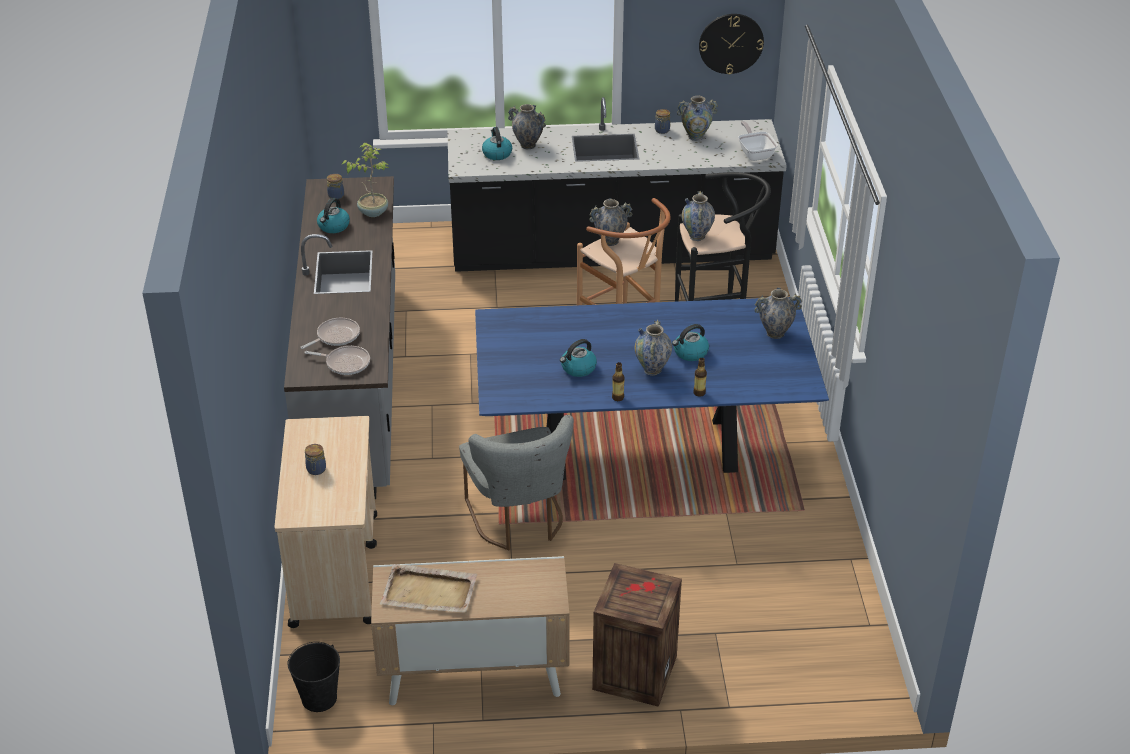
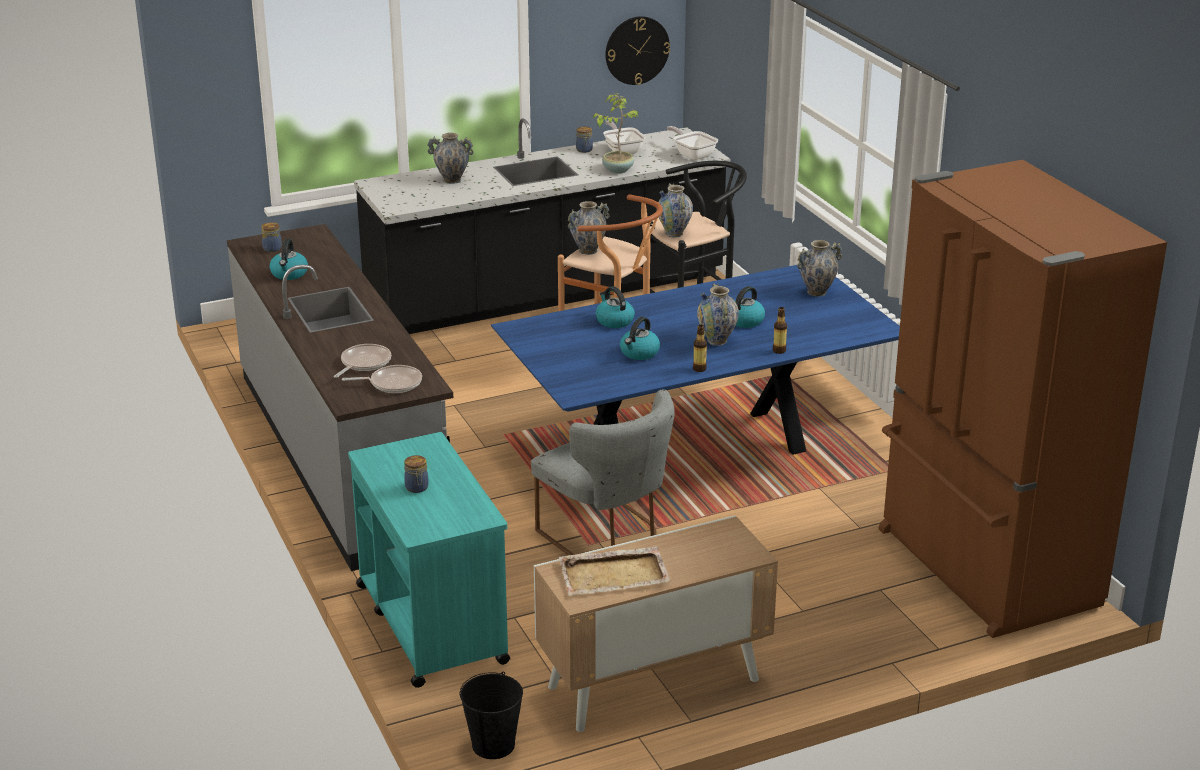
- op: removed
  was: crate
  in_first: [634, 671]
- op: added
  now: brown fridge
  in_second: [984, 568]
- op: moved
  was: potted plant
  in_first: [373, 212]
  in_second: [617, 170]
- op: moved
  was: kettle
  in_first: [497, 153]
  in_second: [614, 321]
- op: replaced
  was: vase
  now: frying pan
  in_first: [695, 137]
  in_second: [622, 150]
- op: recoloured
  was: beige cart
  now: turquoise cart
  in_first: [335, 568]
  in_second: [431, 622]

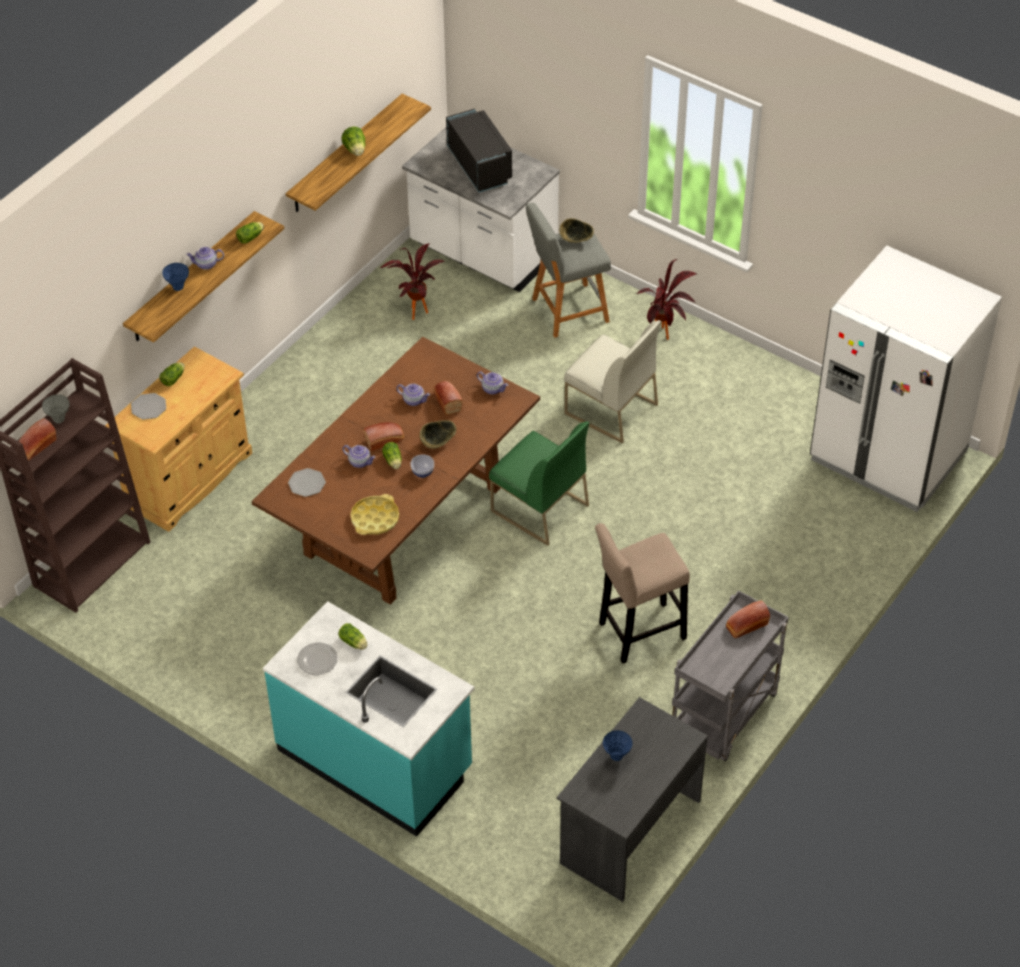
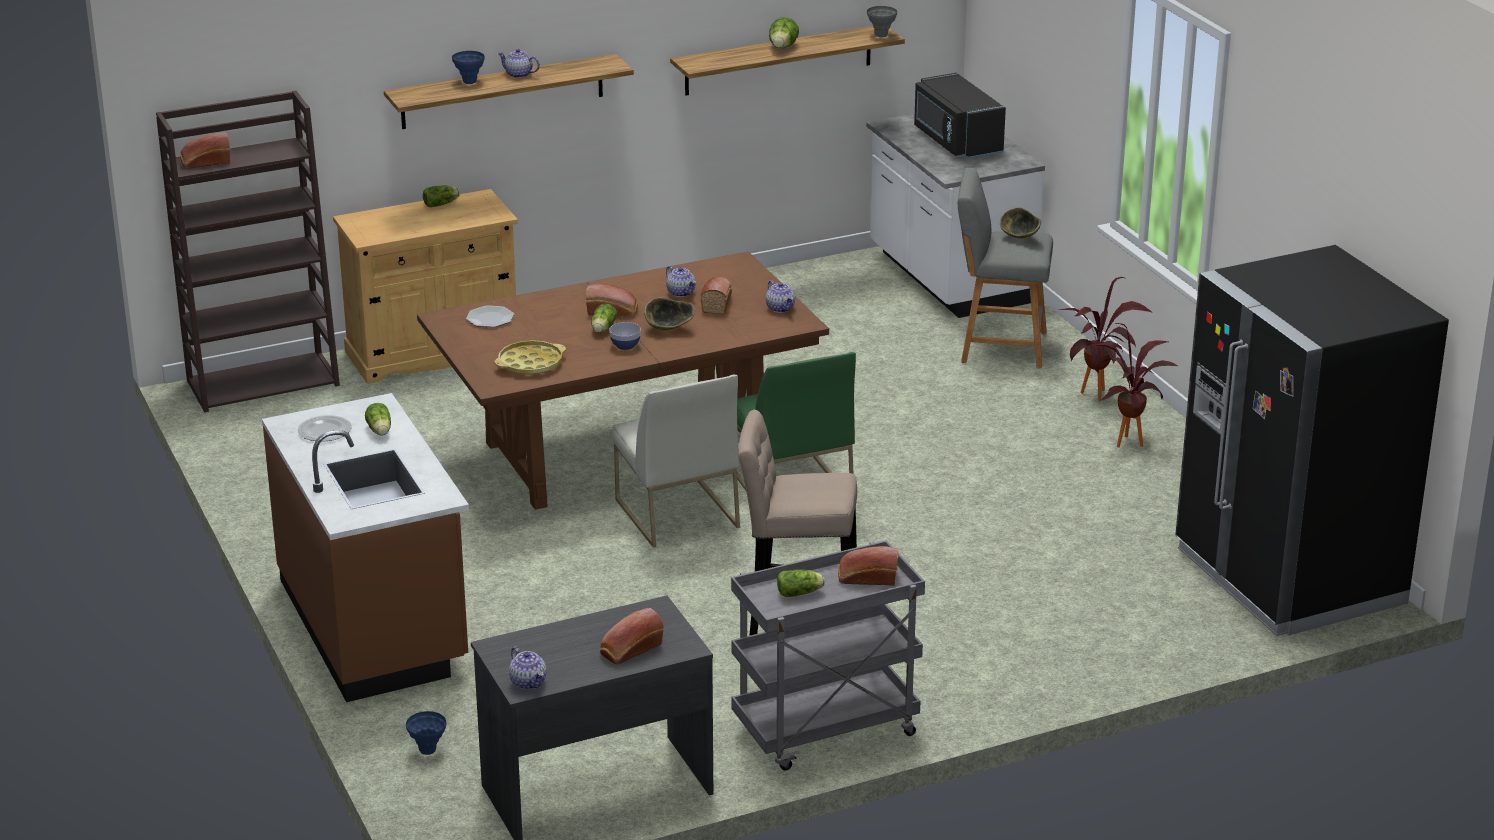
- op: removed
  was: plate
  in_first: [148, 407]
- op: added
  now: bread
  in_second: [630, 650]
- op: moved
  was: grey vase
  in_first: [59, 420]
  in_second: [881, 35]
- op: moved
  was: lettuce
  in_first: [251, 237]
  in_second: [801, 593]
- op: moved
  was: teapot
  in_first: [360, 462]
  in_second: [529, 682]
- op: moved
  was: potted plant
  in_first: [413, 310]
  in_second: [1125, 439]
- op: moved
  was: white chair
  in_first: [610, 409]
  in_second: [675, 513]
- op: moved
  was: blue vase
  in_first: [616, 756]
  in_second: [428, 750]
- op: recoloured
  was: turquoise counter
  now: brown counter
  in_first: [375, 759]
  in_second: [375, 624]
- op: recoloured
  was: white fridge
  now: black fridge
  in_first: [888, 456]
  in_second: [1288, 577]
- op: turned
  was: black microwave
  in_first: [481, 165]
  in_second: [955, 141]
  clockwise: 150

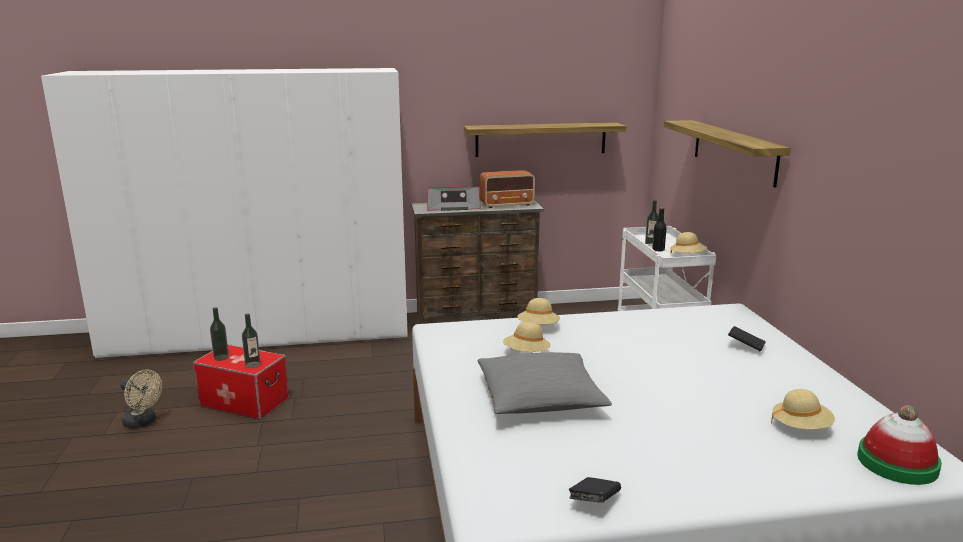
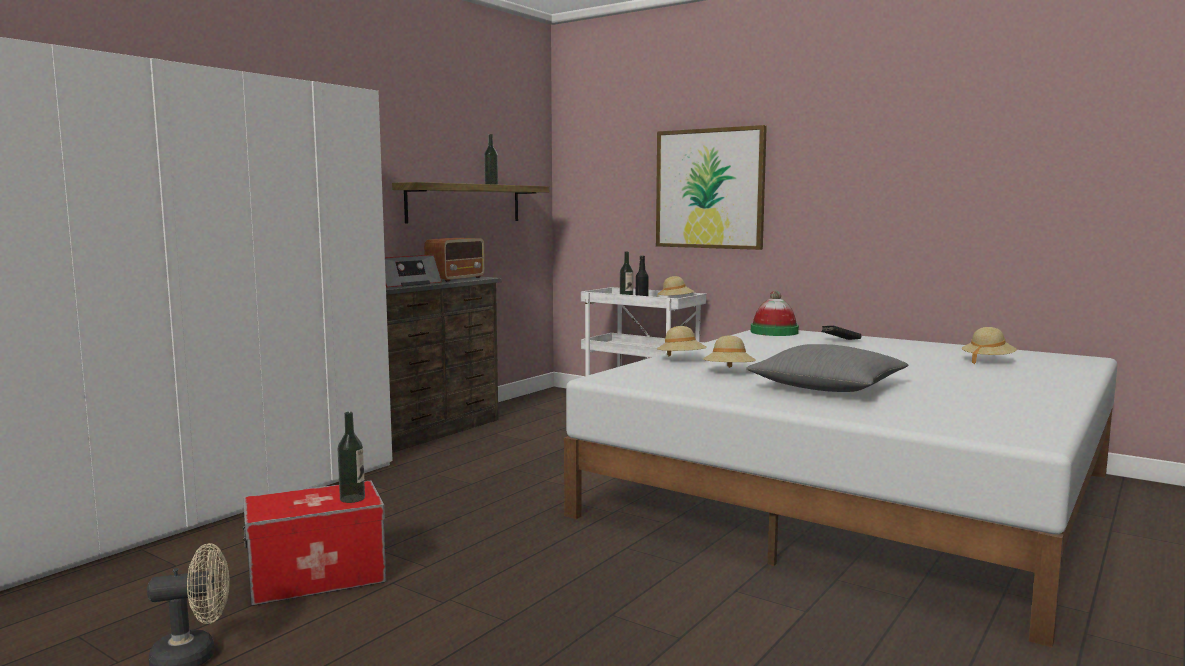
- op: removed
  was: black book
  in_first: [594, 502]
- op: moved
  was: bottle
  in_first: [221, 357]
  in_second: [491, 184]
- op: moved
  was: hat
  in_first: [897, 463]
  in_second: [774, 332]
- op: replaced
  was: shelf
  now: picture
  in_first: [734, 151]
  in_second: [709, 188]

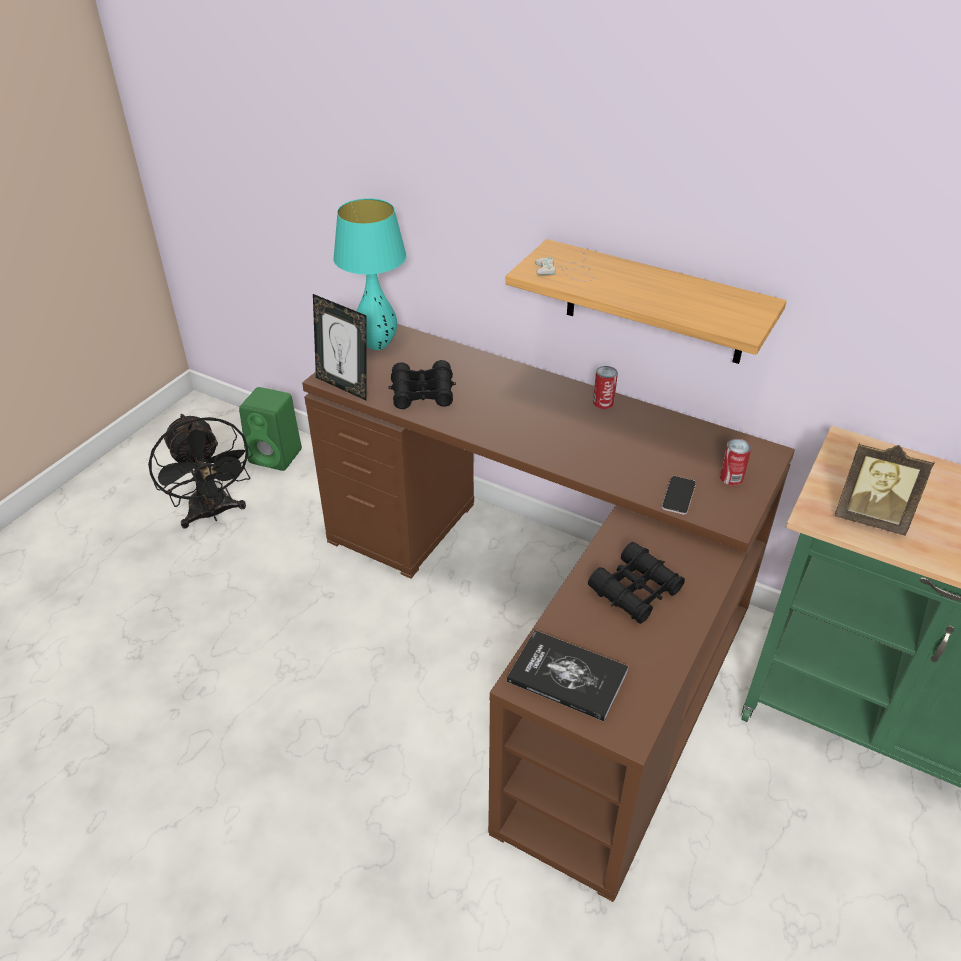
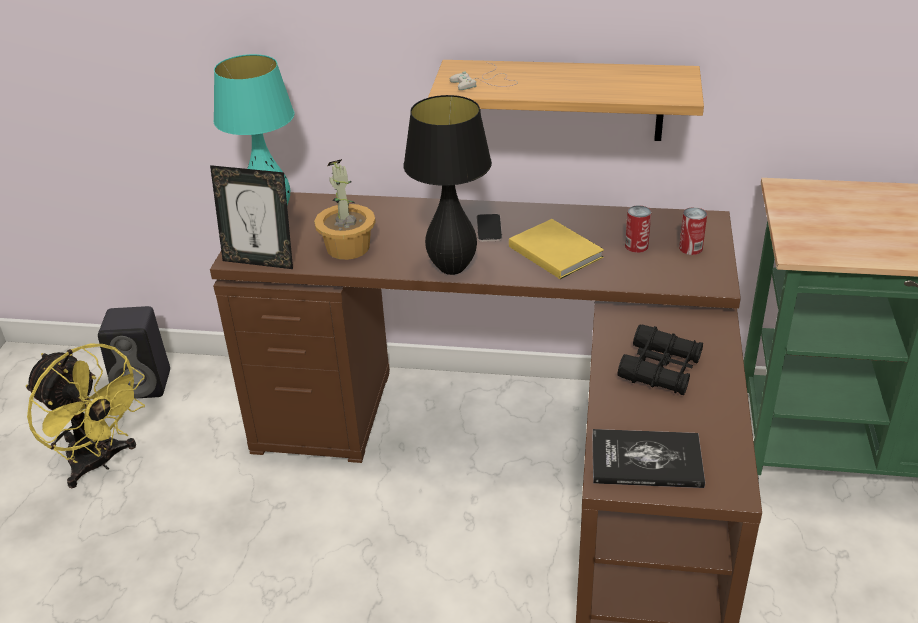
- op: removed
  was: picture frame
  in_first: [870, 518]
- op: added
  now: black table lamp
  in_second: [452, 268]
- op: added
  now: yellow book
  in_second: [555, 250]
- op: moved
  was: can
  in_first: [603, 402]
  in_second: [636, 246]
- op: moved
  was: phone
  in_first: [678, 495]
  in_second: [489, 228]
- op: replaced
  was: black binoculars
  now: potted plant
  in_first: [422, 393]
  in_second: [348, 248]
- op: recoloured
  was: black fan
  now: yellow fan
  in_first: [213, 513]
  in_second: [100, 463]
- op: recoloured
  was: green speaker
  now: black speaker
  in_first: [277, 456]
  in_second: [145, 384]

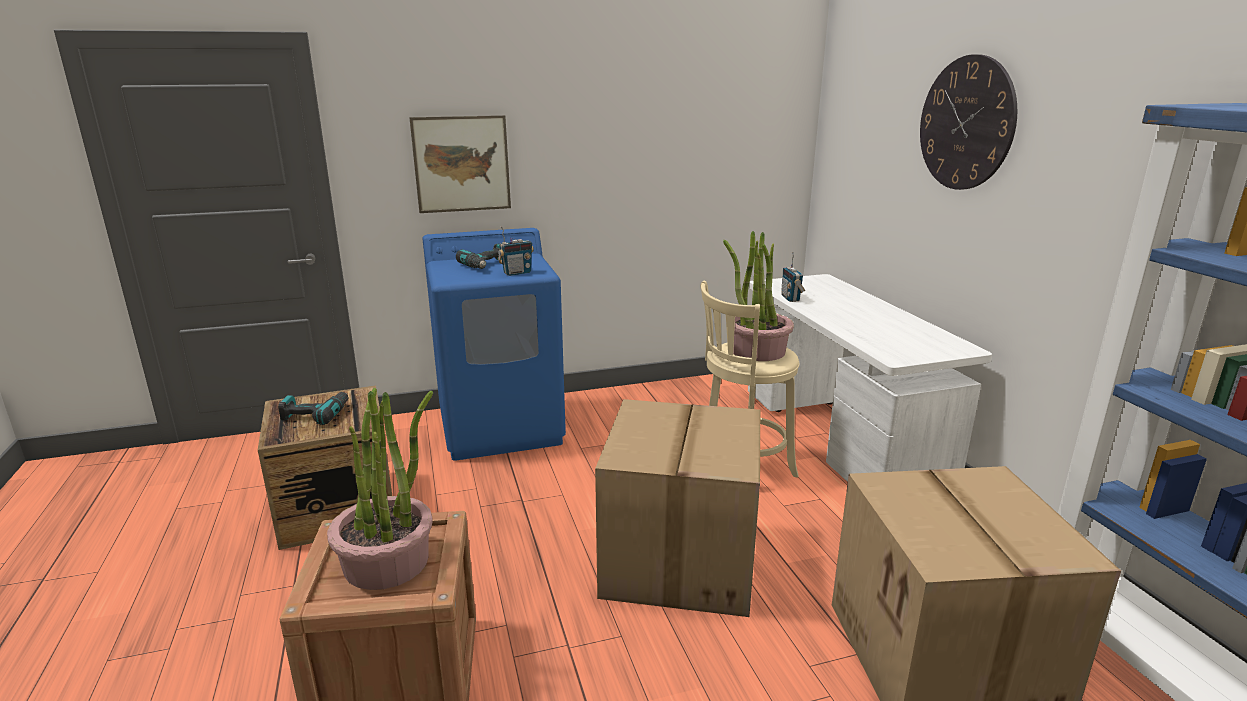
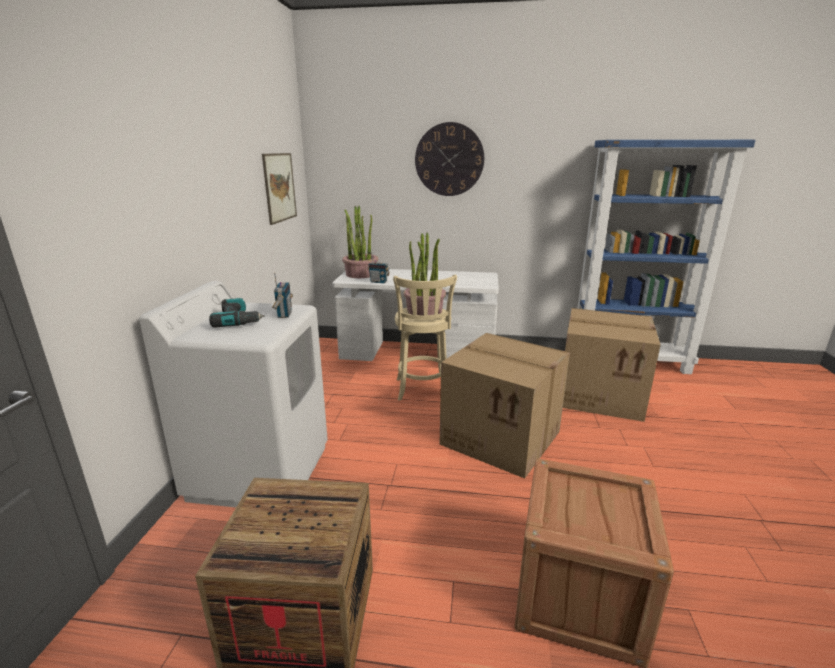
- op: removed
  was: power drill
  in_first: [315, 414]
- op: moved
  was: potted plant
  in_first: [387, 562]
  in_second: [360, 274]
- op: moved
  was: picture
  in_first: [462, 164]
  in_second: [279, 187]
- op: recoloured
  was: blue washing machine
  now: white washing machine
  in_first: [501, 427]
  in_second: [261, 471]

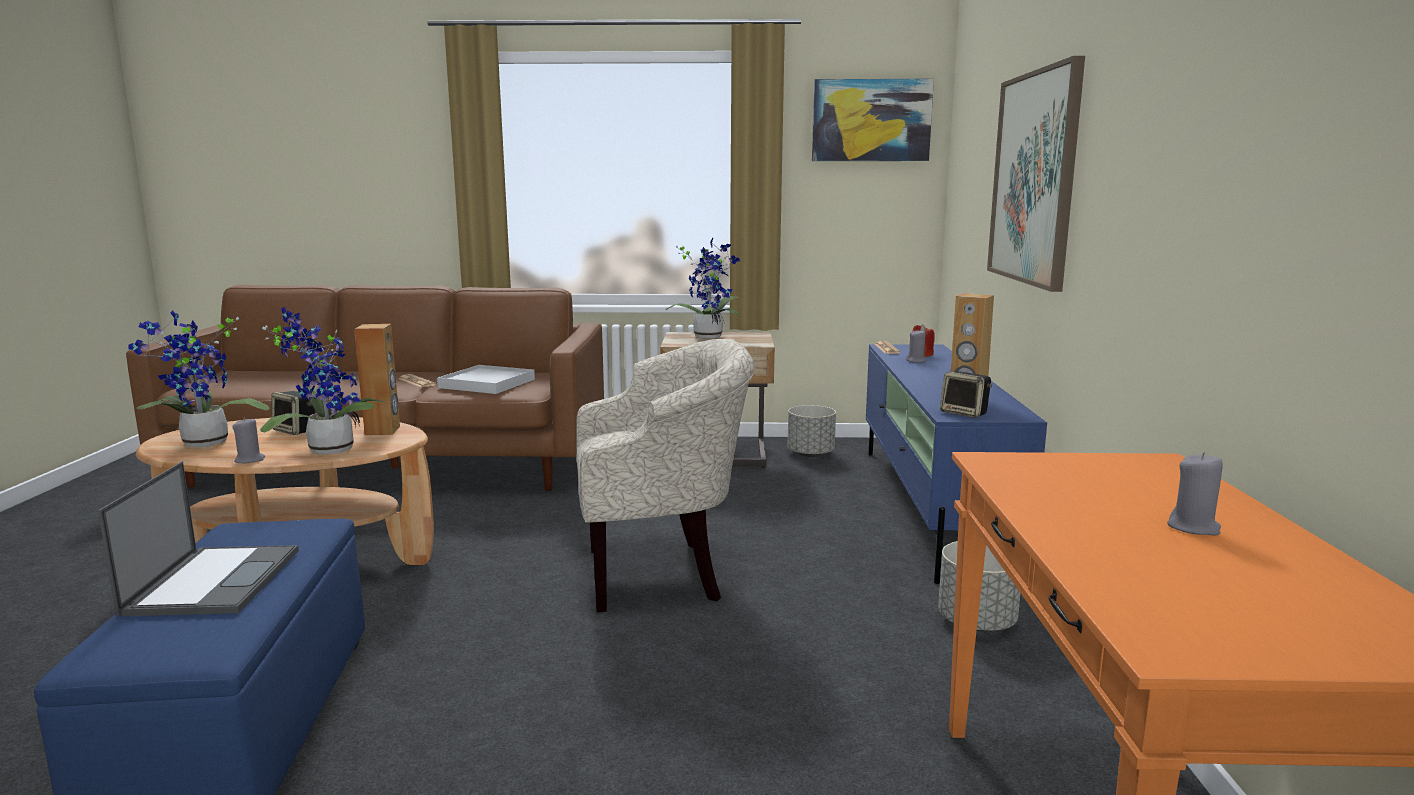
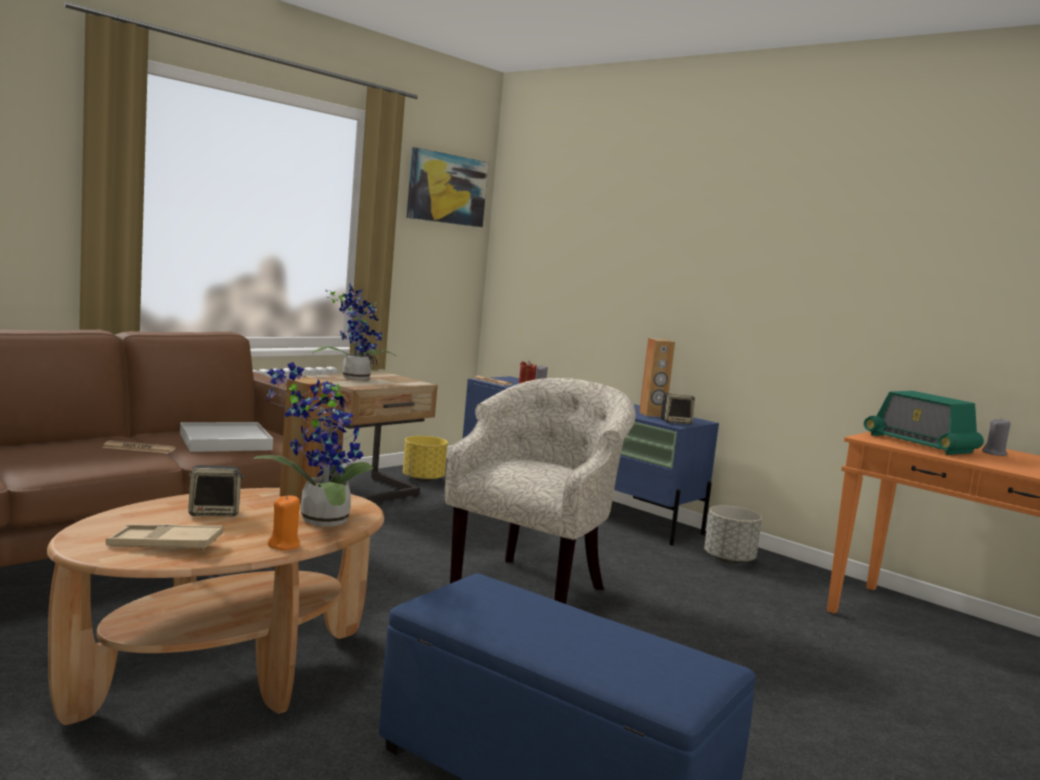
- op: removed
  was: laptop
  in_first: [214, 580]
- op: removed
  was: picture
  in_first: [1034, 178]
- op: added
  now: radio
  in_second: [920, 444]
- op: replaced
  was: potted plant
  now: beige tray
  in_first: [203, 445]
  in_second: [165, 544]
- op: recoloured
  was: grey candle
  now: orange candle
  in_first: [250, 460]
  in_second: [284, 545]
- op: recoloured
  was: grey planter
  now: yellow planter
  in_first: [810, 454]
  in_second: [423, 479]

